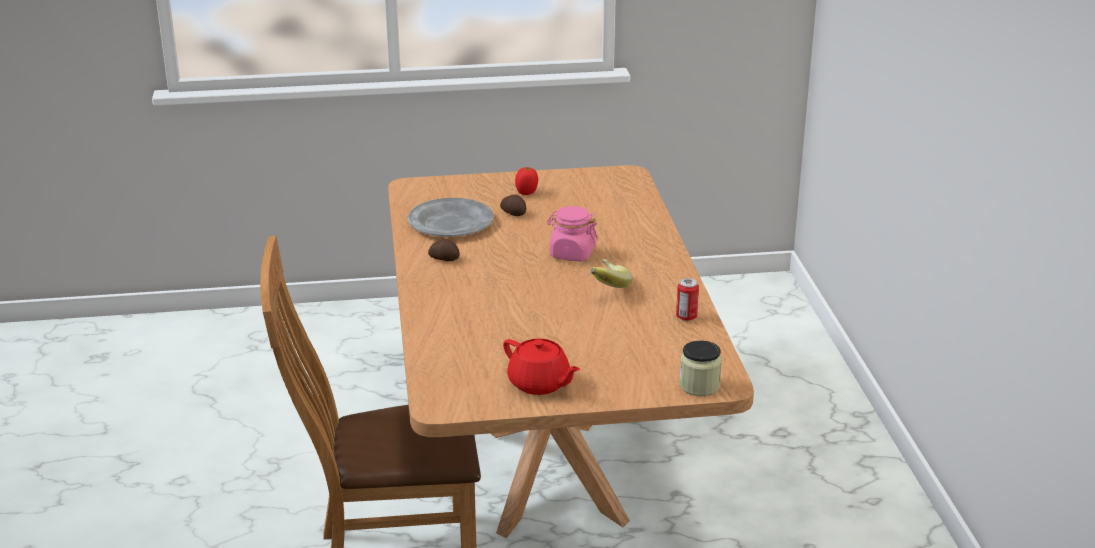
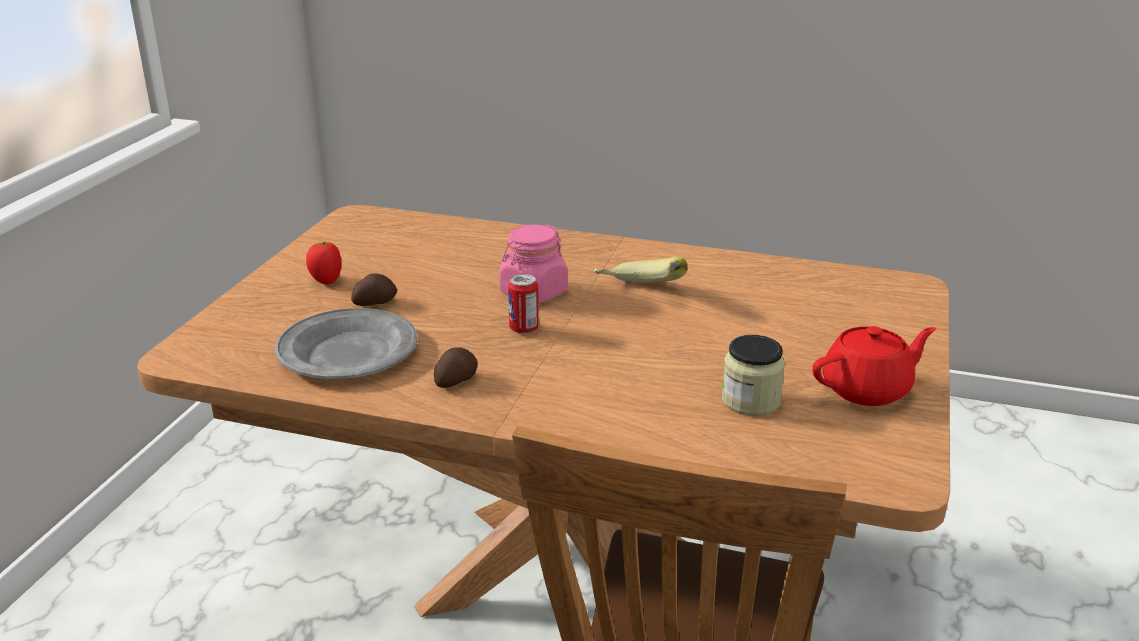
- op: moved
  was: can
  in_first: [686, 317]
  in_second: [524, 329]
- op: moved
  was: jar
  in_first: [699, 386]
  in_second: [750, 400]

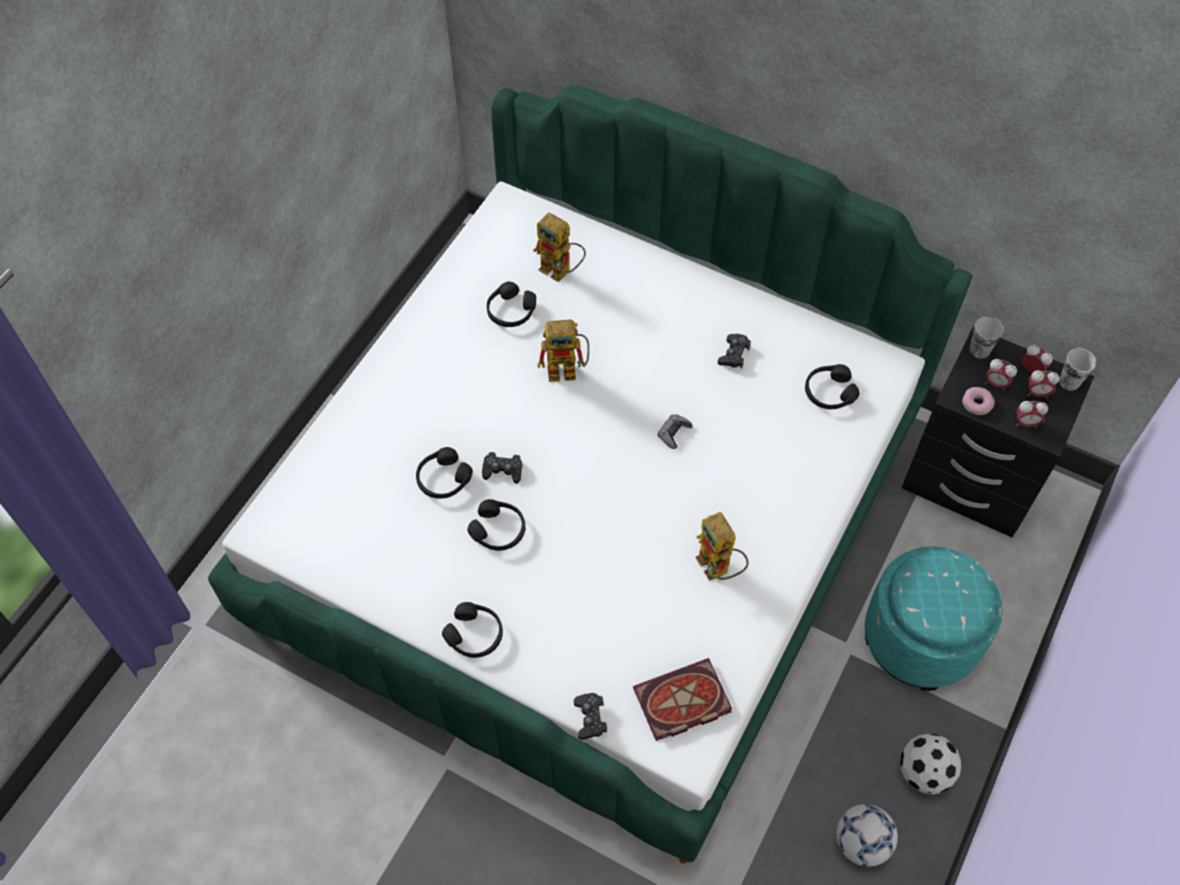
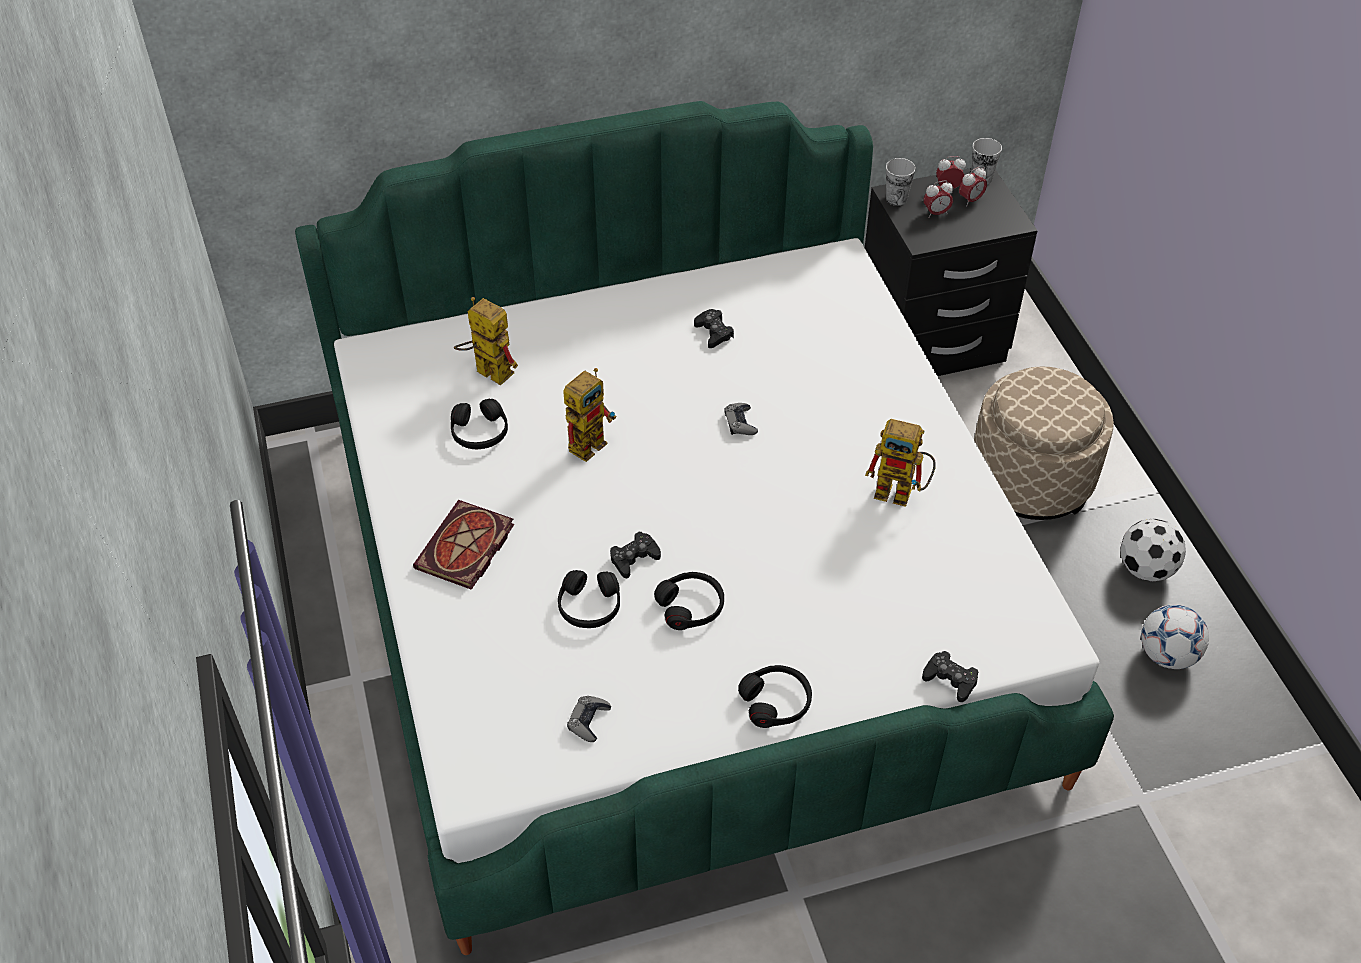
- op: removed
  was: black headphones
  in_first: [829, 392]
- op: removed
  was: donut
  in_first: [977, 404]
- op: removed
  was: alarm clock
  in_first: [1025, 423]
- op: added
  now: grey game controller
  in_second: [588, 721]
- op: moved
  was: book
  in_first: [681, 703]
  in_second: [465, 549]
- op: recoloured
  was: turquoise ottoman
  now: beige ottoman
  in_first: [920, 638]
  in_second: [1031, 479]
- op: turned
  was: toy robot
  in_first: [561, 271]
  in_second: [486, 371]
  clockwise: -135

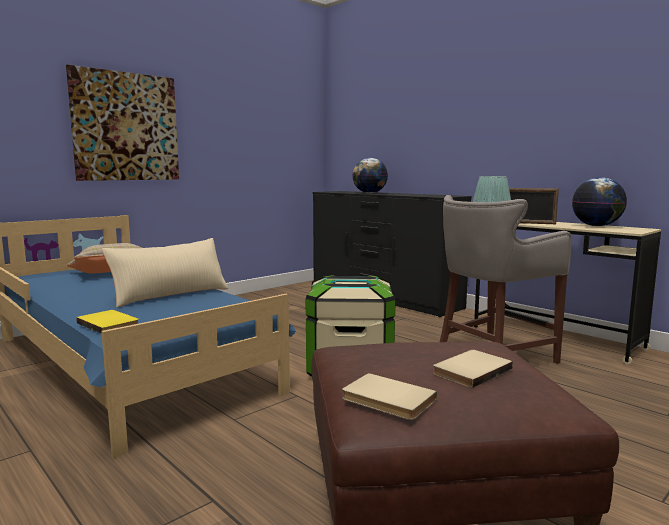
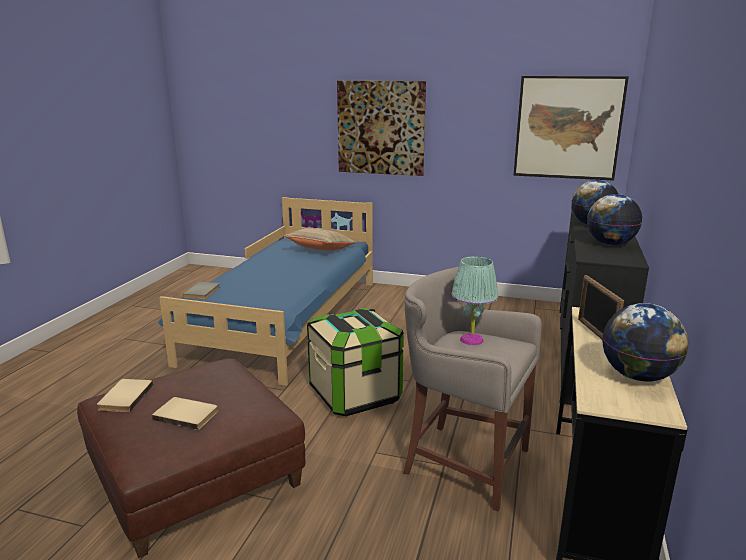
- op: removed
  was: beige pillow
  in_first: [170, 295]
- op: added
  now: picture
  in_second: [568, 128]
- op: added
  now: globe
  in_second: [610, 244]
- op: recoloured
  was: yellow book
  now: grey book
  in_first: [110, 324]
  in_second: [203, 292]

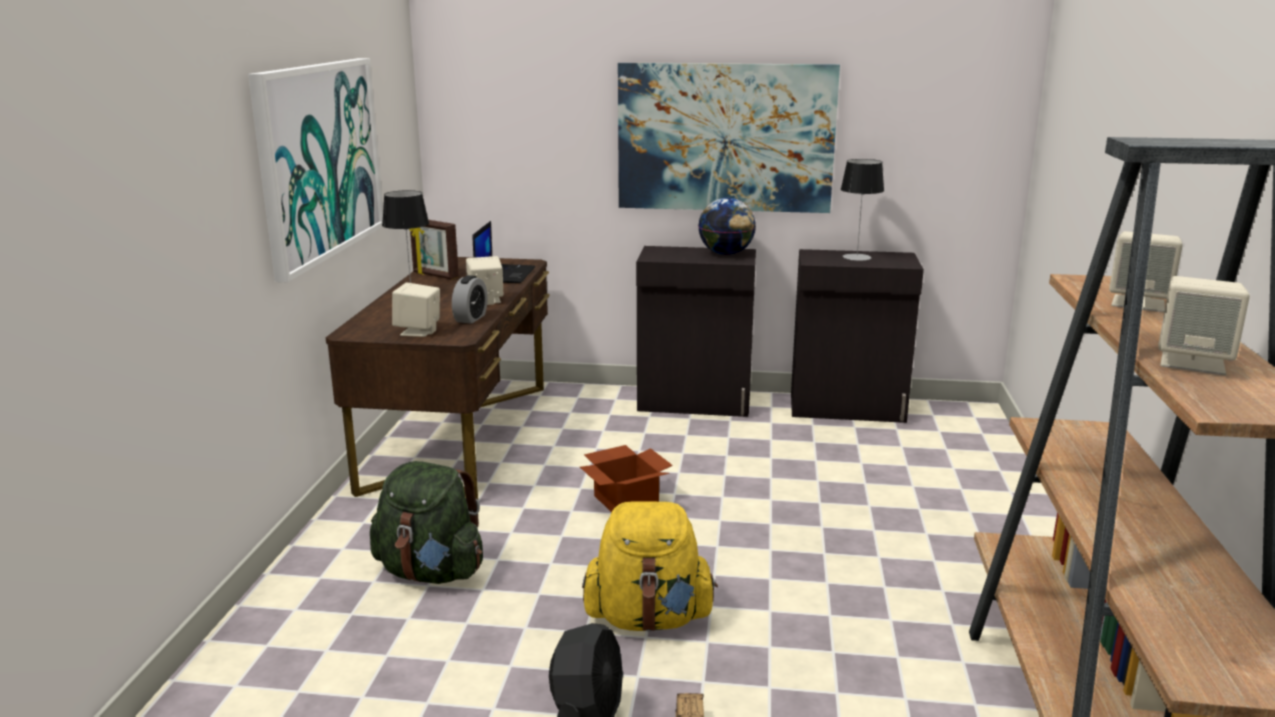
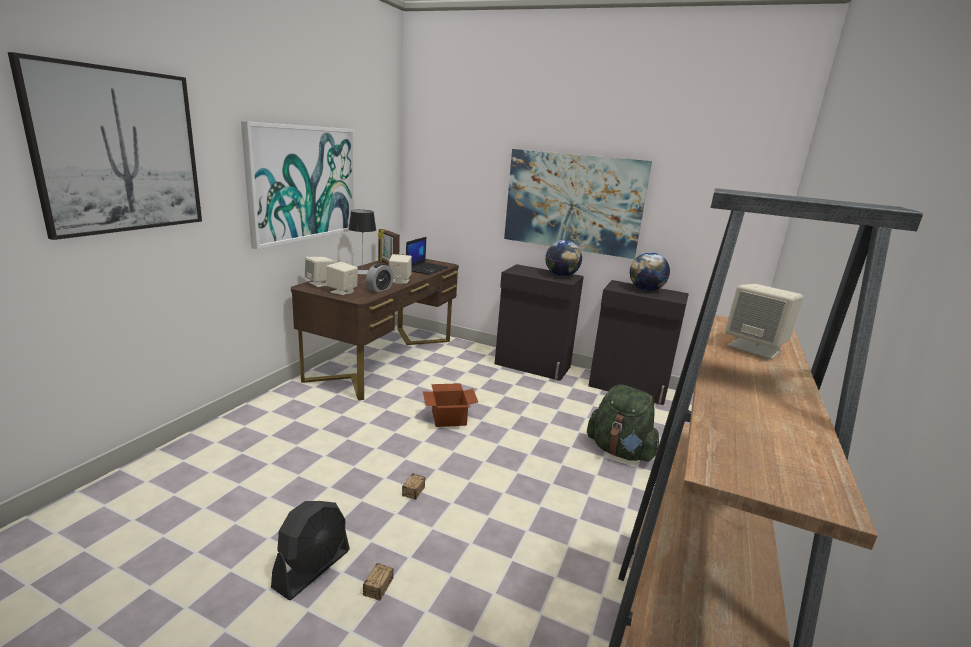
- op: added
  now: picture
  in_second: [119, 151]
- op: moved
  was: green backpack
  in_first: [431, 572]
  in_second: [620, 451]
- op: moved
  was: beige speaker
  in_first: [1193, 363]
  in_second: [320, 283]
- op: replaced
  was: yellow backpack
  now: storage box
  in_first: [648, 618]
  in_second: [407, 501]
- op: replaced
  was: table lamp
  now: globe
  in_first: [857, 257]
  in_second: [645, 290]

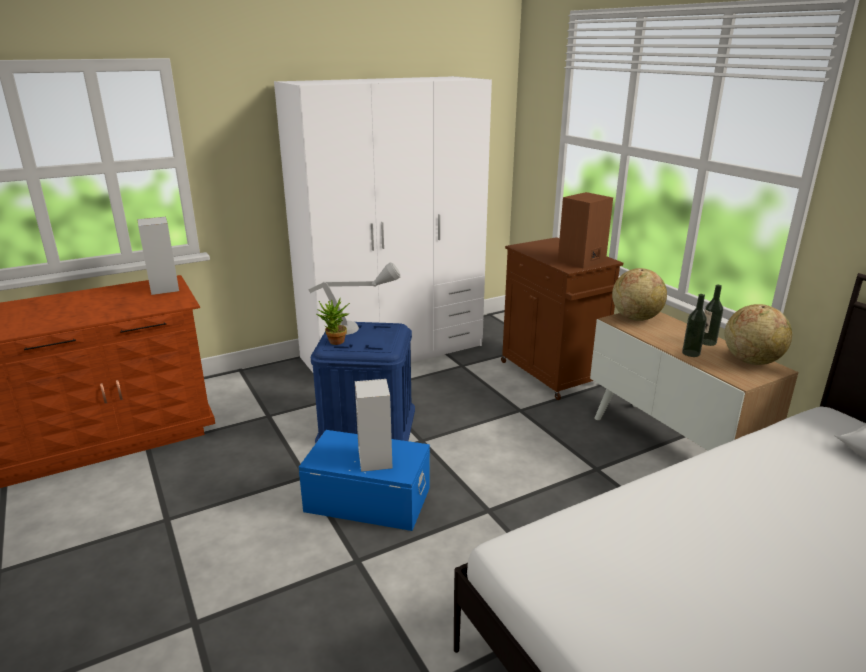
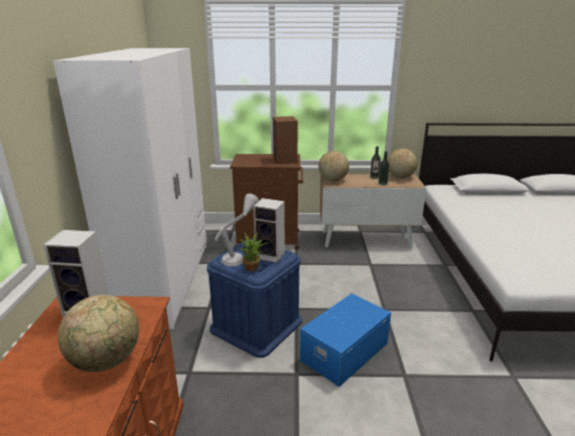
- op: added
  now: globe
  in_second: [106, 361]
- op: moved
  was: speaker
  in_first: [376, 460]
  in_second: [271, 255]

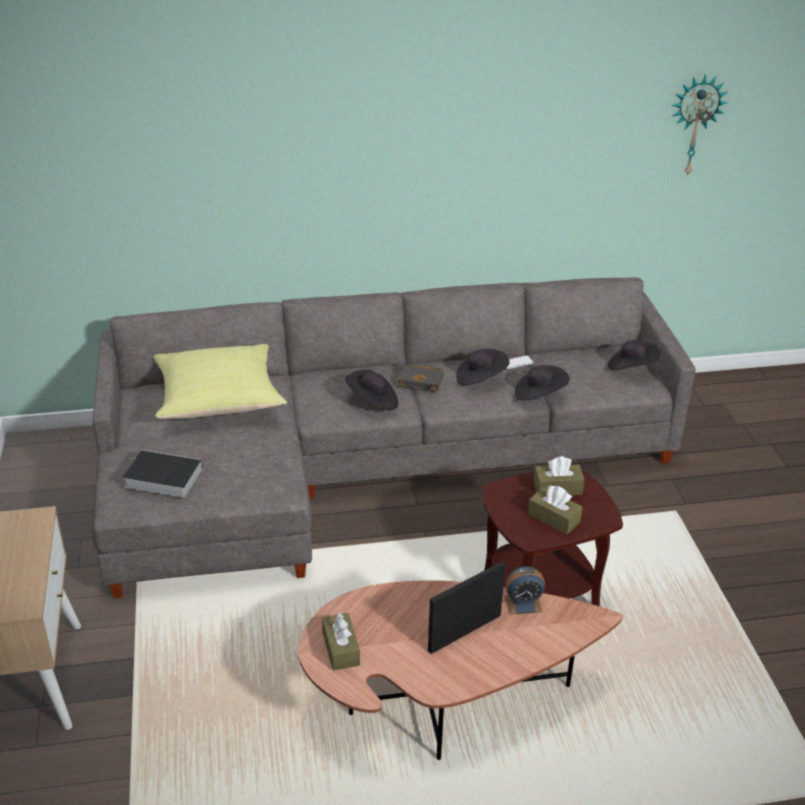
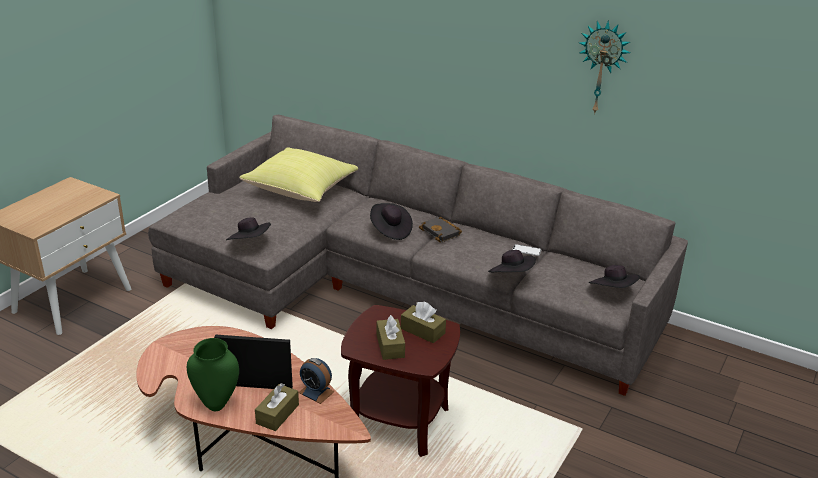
- op: removed
  was: book
  in_first: [161, 477]
- op: added
  now: green vase
  in_second: [217, 404]
- op: moved
  was: brown tissue box
  in_first: [341, 649]
  in_second: [277, 414]
- op: moved
  was: black hat
  in_first: [480, 378]
  in_second: [250, 242]
- op: moved
  was: wall clock
  in_first: [694, 125]
  in_second: [602, 67]

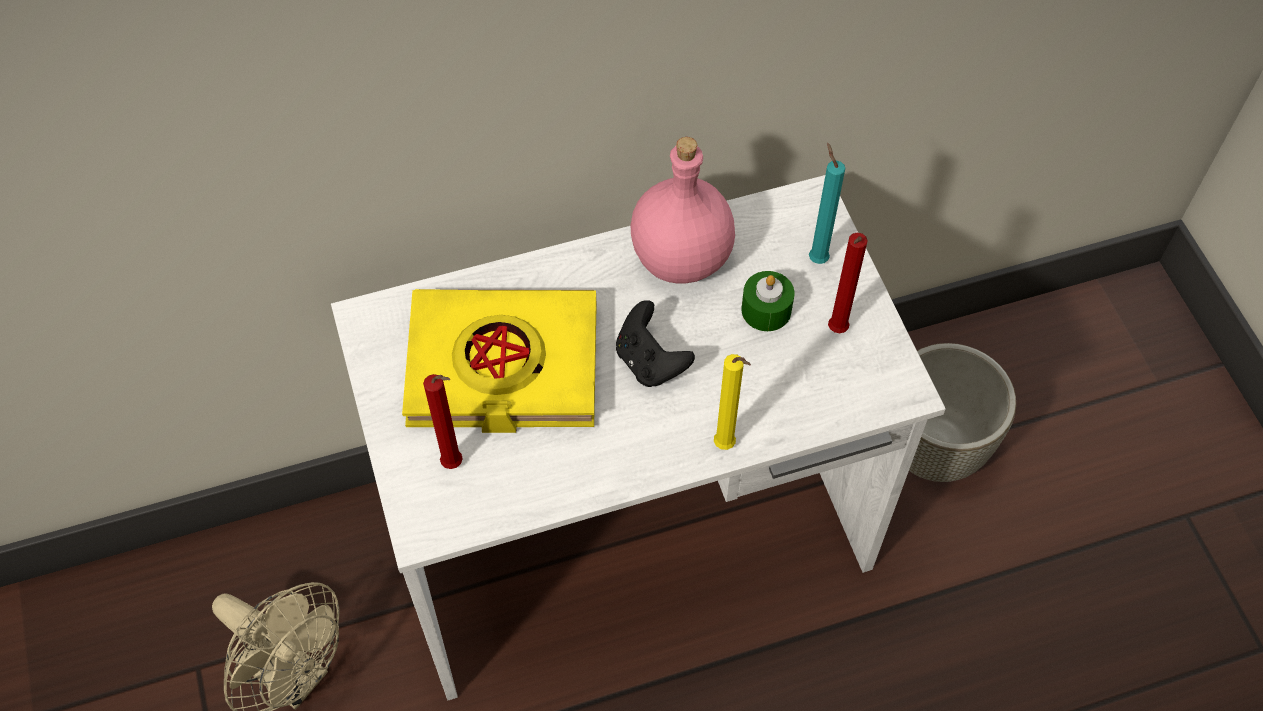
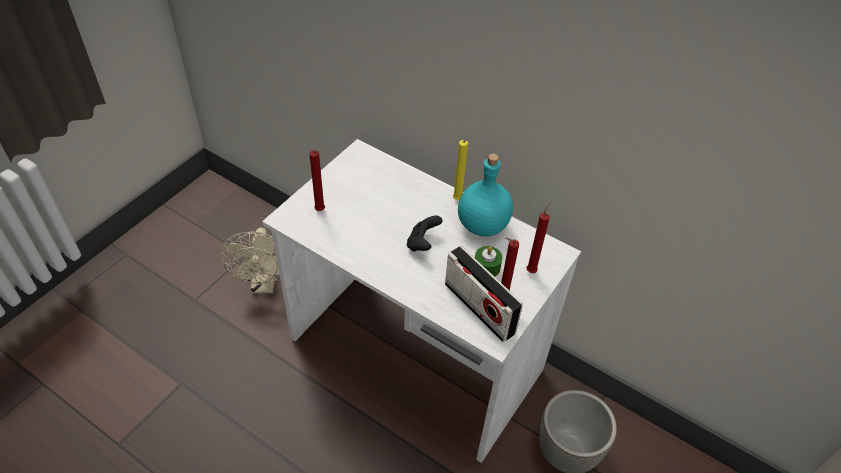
- op: removed
  was: yellow book
  in_first: [503, 367]
- op: added
  now: radio
  in_second: [479, 308]
- op: moved
  was: yellow candle
  in_first: [726, 447]
  in_second: [457, 200]
- op: recoloured
  was: pink bottle
  now: turquoise bottle
  in_first: [681, 256]
  in_second: [483, 225]
- op: recoloured
  was: turquoise candle
  now: red candle
  in_first: [816, 257]
  in_second: [532, 270]

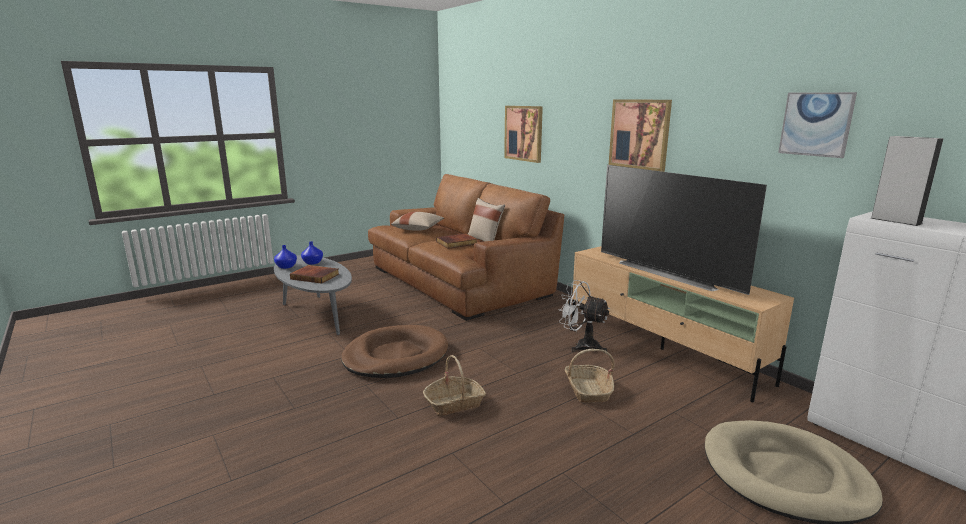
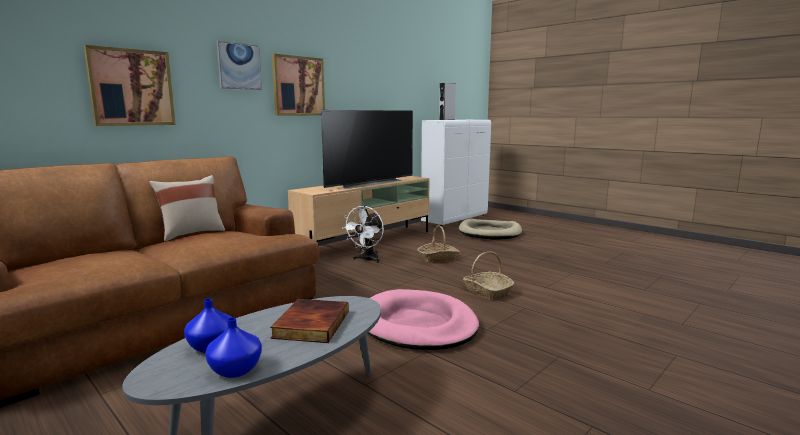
- op: removed
  was: beige pillow
  in_first: [418, 229]
- op: removed
  was: book
  in_first: [456, 243]
- op: moved
  was: picture
  in_first: [816, 124]
  in_second: [239, 66]
- op: recoloured
  was: brown dog bed
  now: pink dog bed
  in_first: [396, 356]
  in_second: [417, 325]

